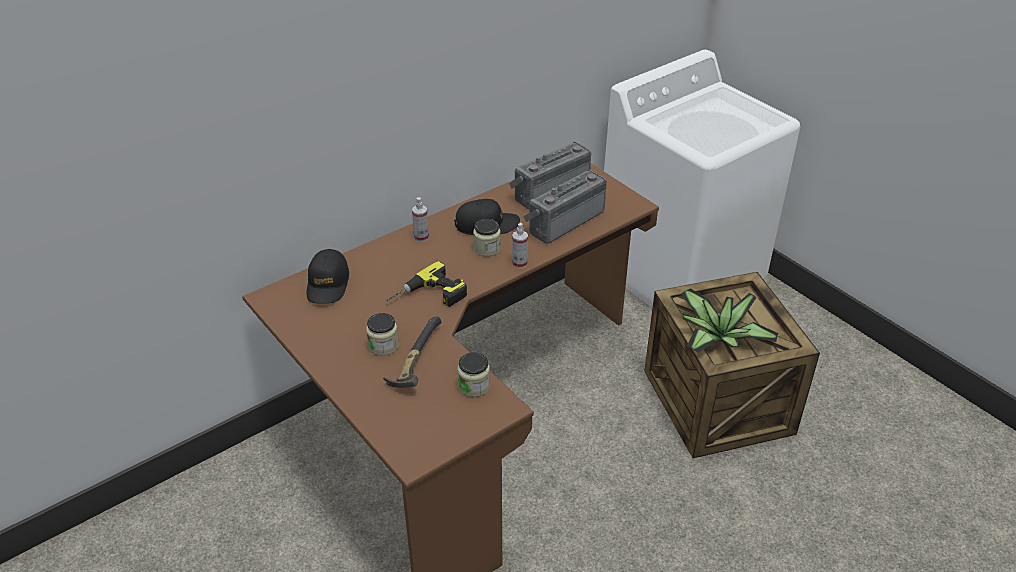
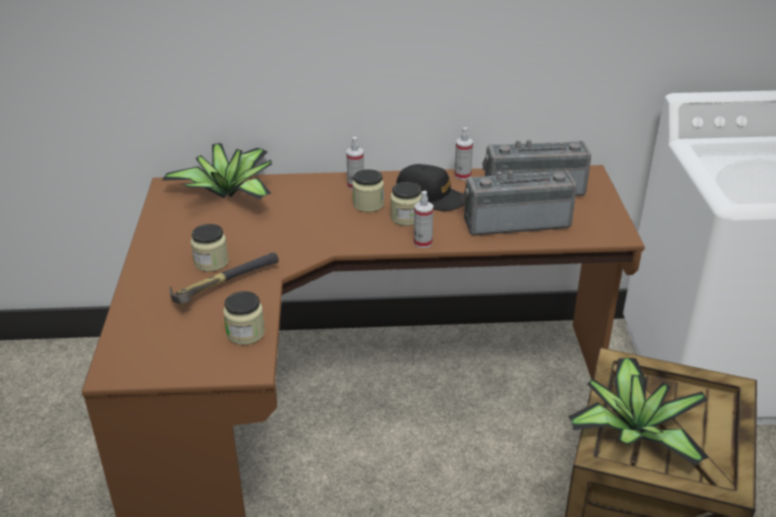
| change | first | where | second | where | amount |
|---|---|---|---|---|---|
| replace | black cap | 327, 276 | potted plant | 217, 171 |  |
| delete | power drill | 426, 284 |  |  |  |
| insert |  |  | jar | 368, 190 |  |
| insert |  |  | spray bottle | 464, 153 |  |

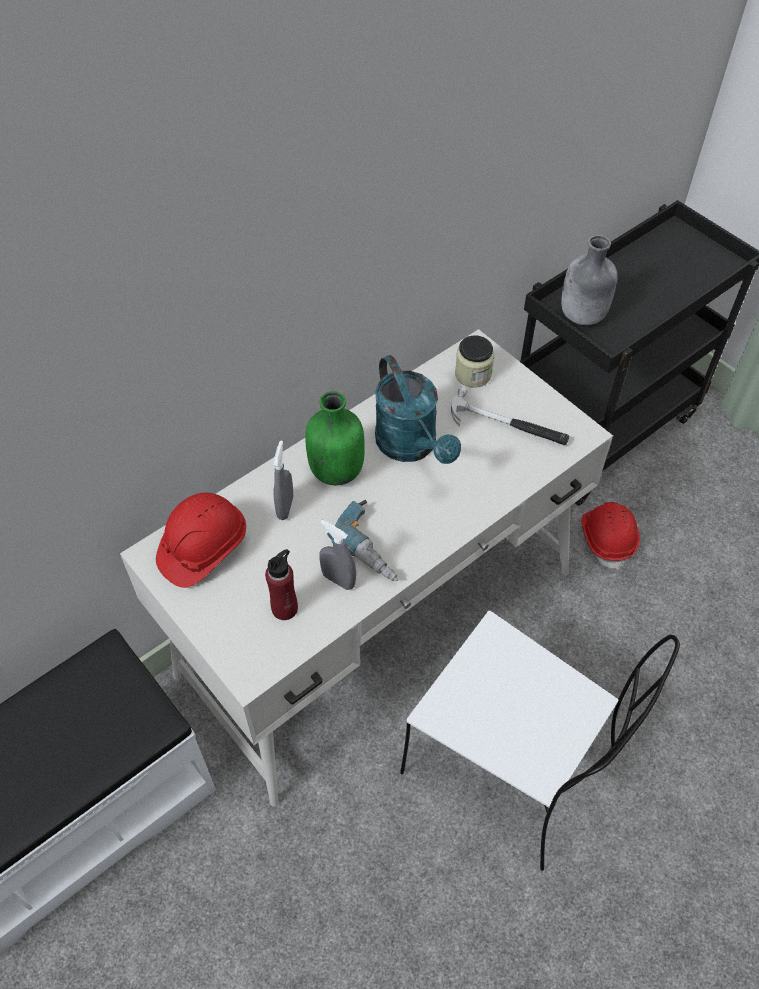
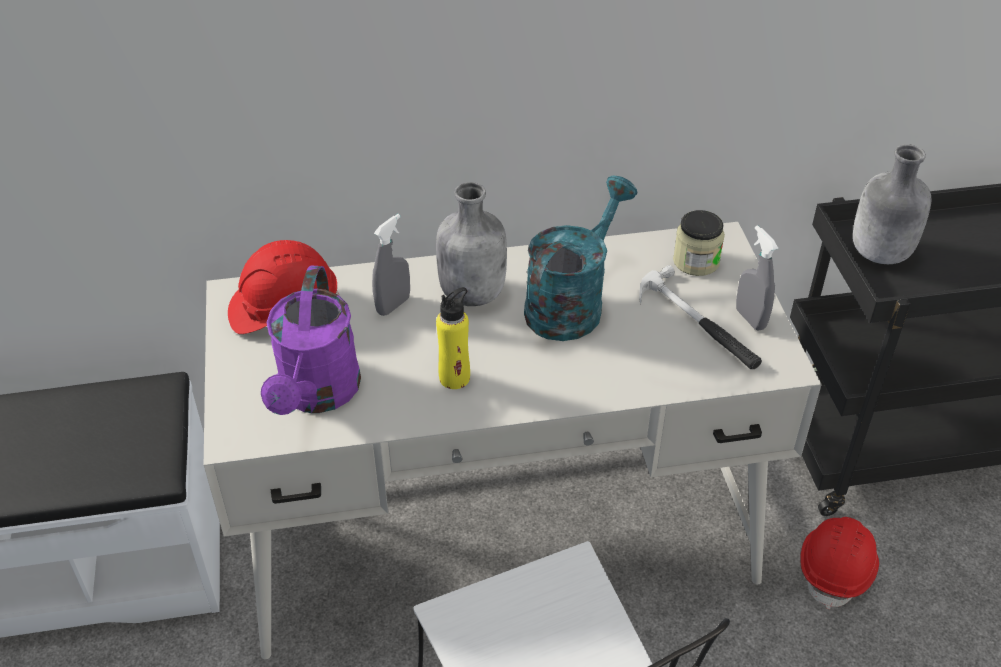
| change | first | where | second | where | amount |
|---|---|---|---|---|---|
| replace | red bottle | 281, 584 | purple watering can | 311, 340 |  |
| recolor | green bottle | 335, 438 | grey bottle | 471, 244 |  |
| move | grey spray bottle | 337, 555 |  | 757, 278 |  |
| replace | power drill | 362, 540 | yellow bottle | 453, 338 |  |
| rotate | turquoise watering can | 418, 409 |  | 580, 258 | 150 degrees counterclockwise |

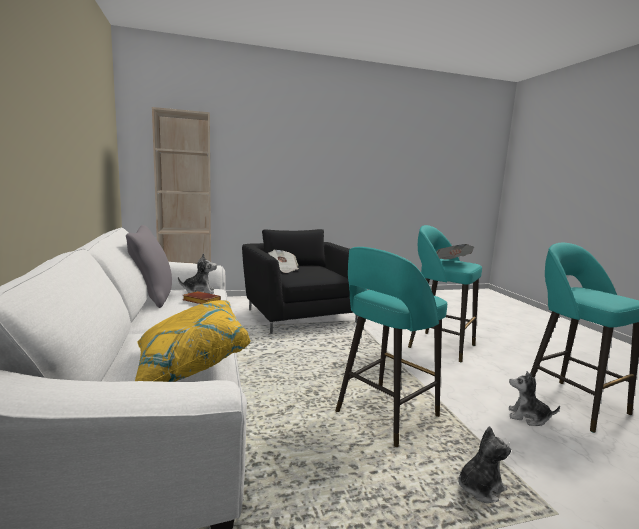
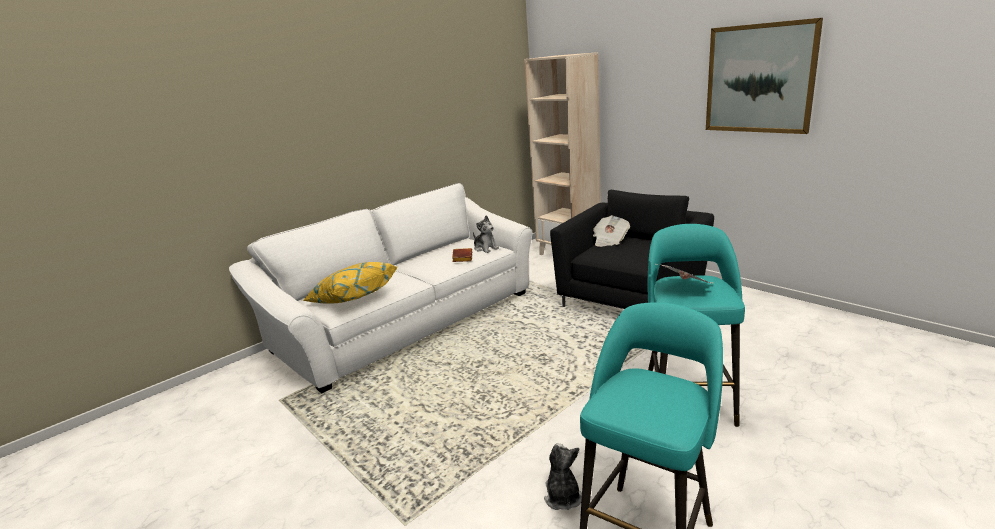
| change | first | where | second | where | amount |
|---|---|---|---|---|---|
| delete | grey pillow | 149, 266 |  |  |  |
| delete | turquoise stool | 391, 347 |  |  |  |
| delete | plush toy | 484, 464 |  |  |  |
| insert |  |  | picture | 764, 76 |  |

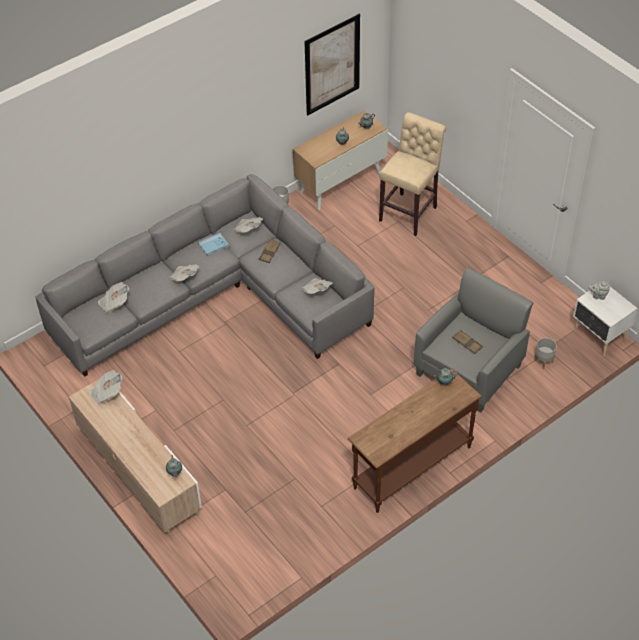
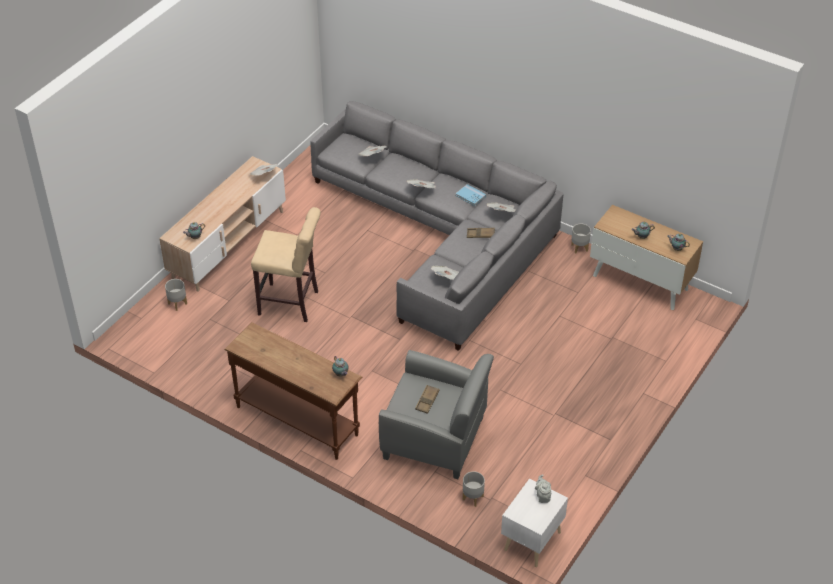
| change | first | where | second | where | amount |
|---|---|---|---|---|---|
| delete | picture | 332, 65 |  |  |  |
| move | beige stool | 412, 174 |  | 286, 264 |  |
| insert |  |  | grey planter | 176, 295 |  |

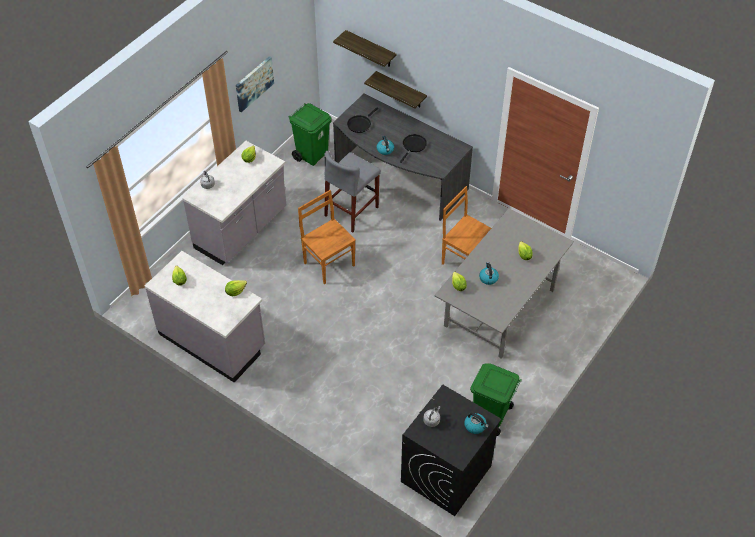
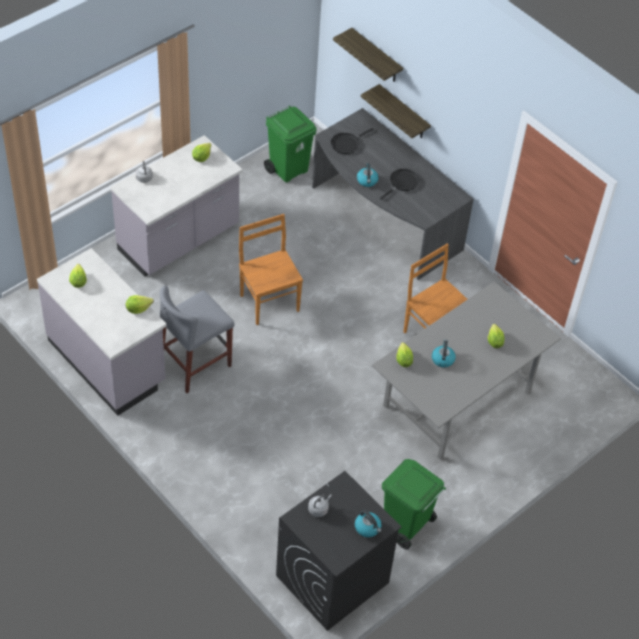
| change | first | where | second | where | amount |
|---|---|---|---|---|---|
| delete | picture | 255, 84 |  |  |  |
| move | grey stool | 352, 191 |  | 197, 339 |  |

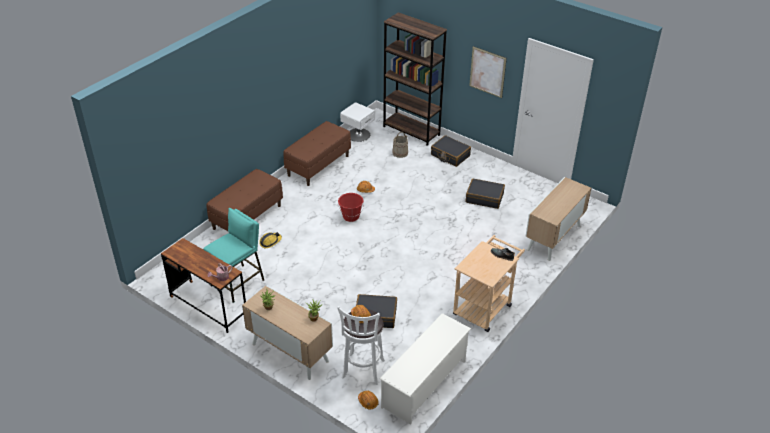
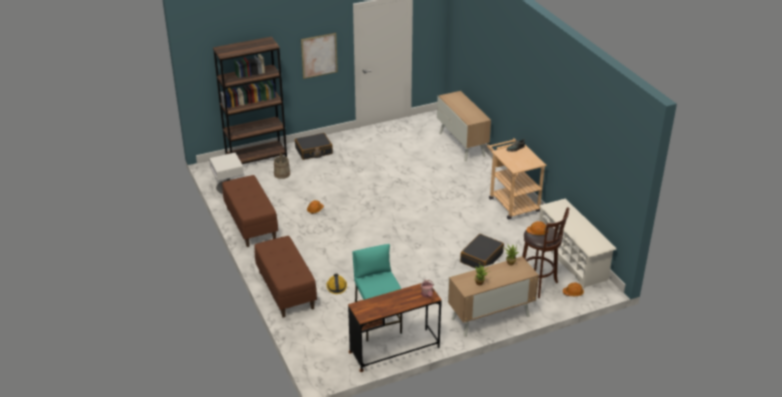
| change | first | where | second | where | amount |
|---|---|---|---|---|---|
| recolor | white stool | 361, 345 | brown stool | 545, 252 |  |
| delete | red bucket | 351, 207 |  |  |  |
| delete | black suitcase | 485, 194 |  |  |  |

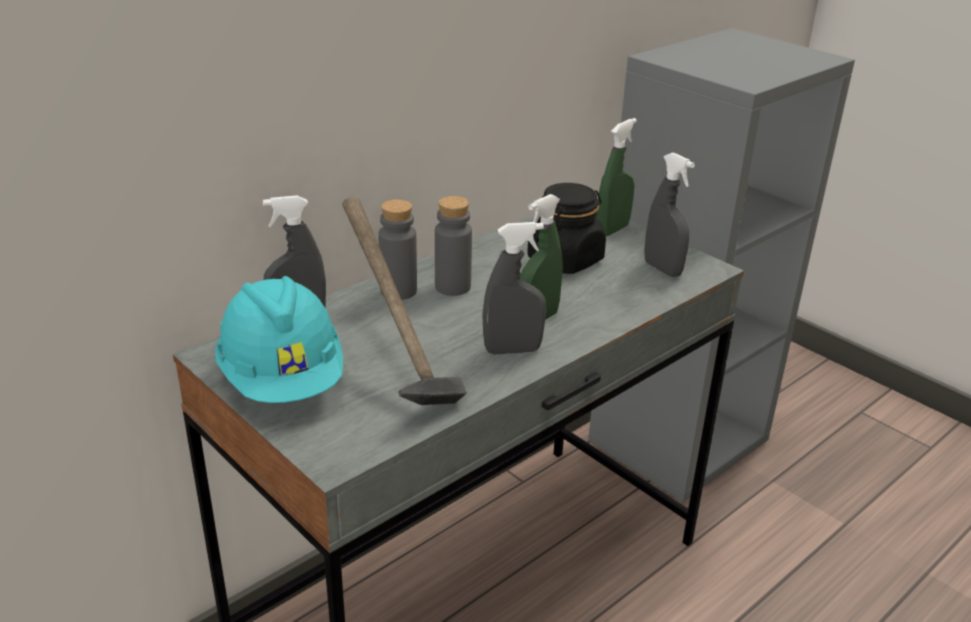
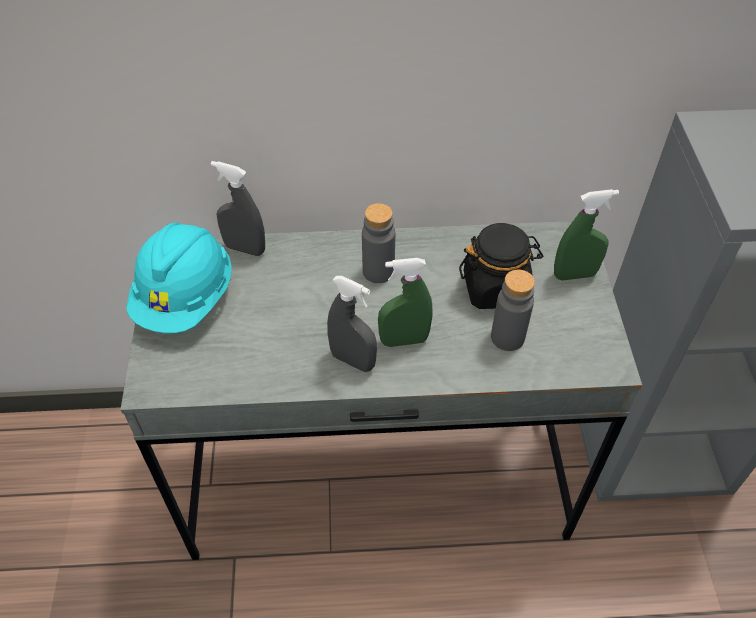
| change | first | where | second | where | amount |
|---|---|---|---|---|---|
| delete | hammer | 404, 301 |  |  |  |
| move | grey bottle | 397, 249 |  | 513, 310 |  |
| delete | grey spray bottle | 669, 214 |  |  |  |

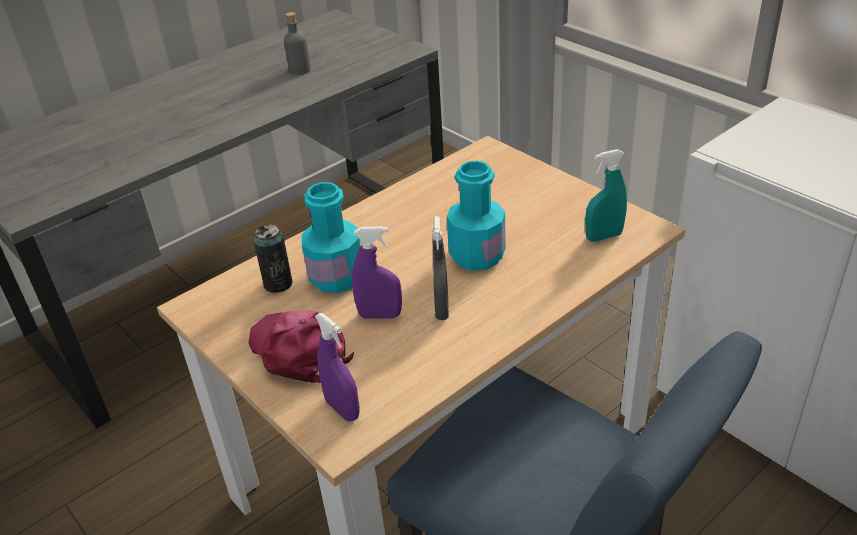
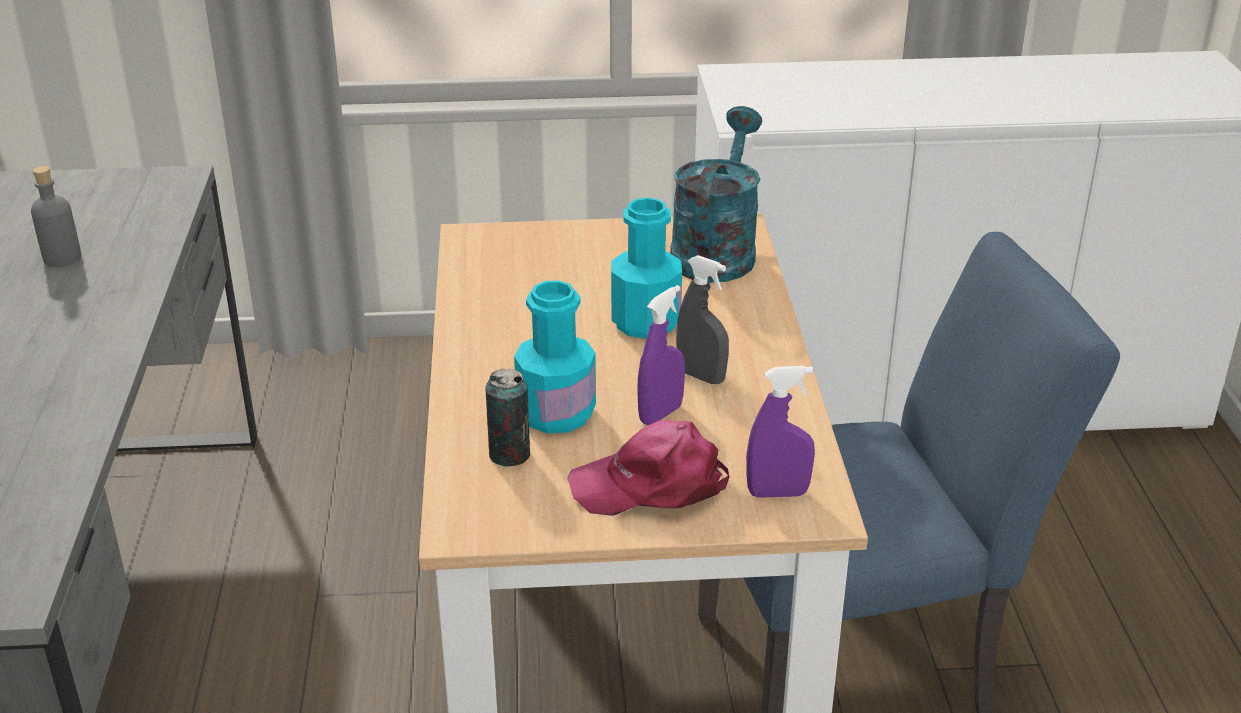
| change | first | where | second | where | amount |
|---|---|---|---|---|---|
| replace | turquoise spray bottle | 606, 195 | turquoise watering can | 716, 194 |  |

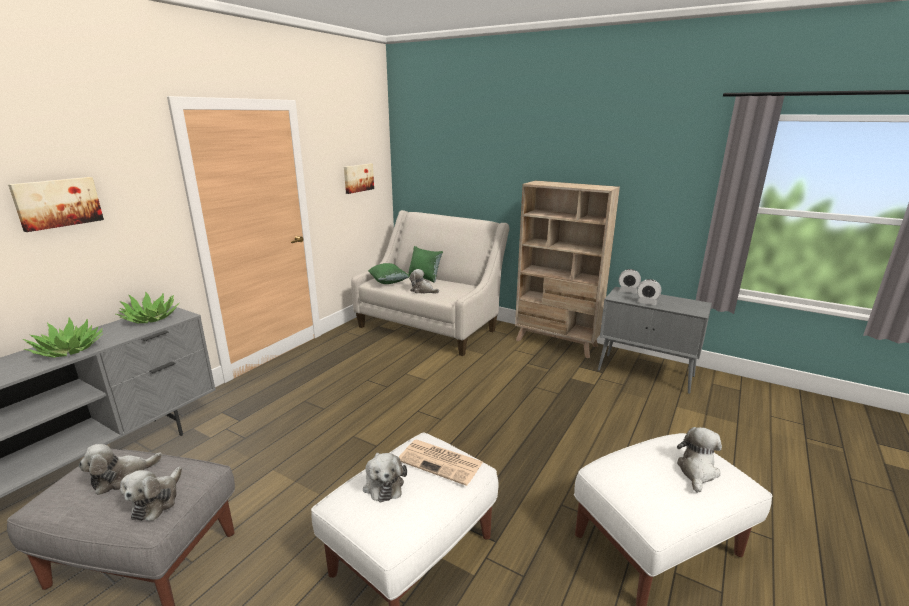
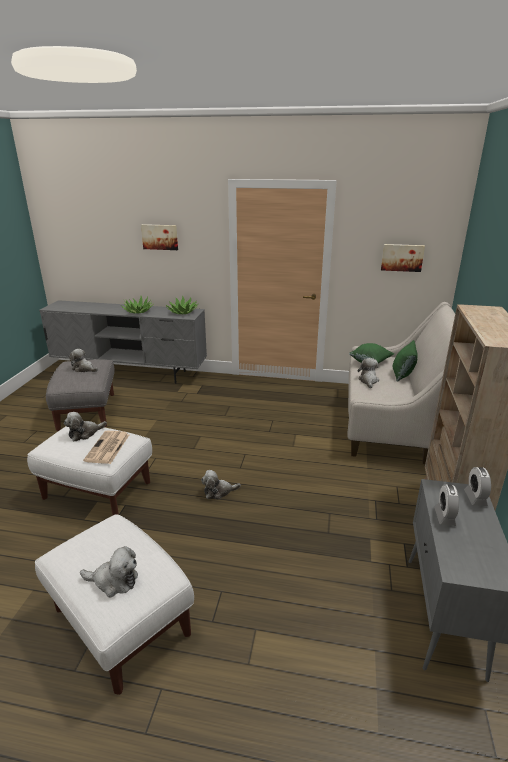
| change | first | where | second | where | amount |
|---|---|---|---|---|---|
| move | plush toy | 151, 494 |  | 221, 485 |  |

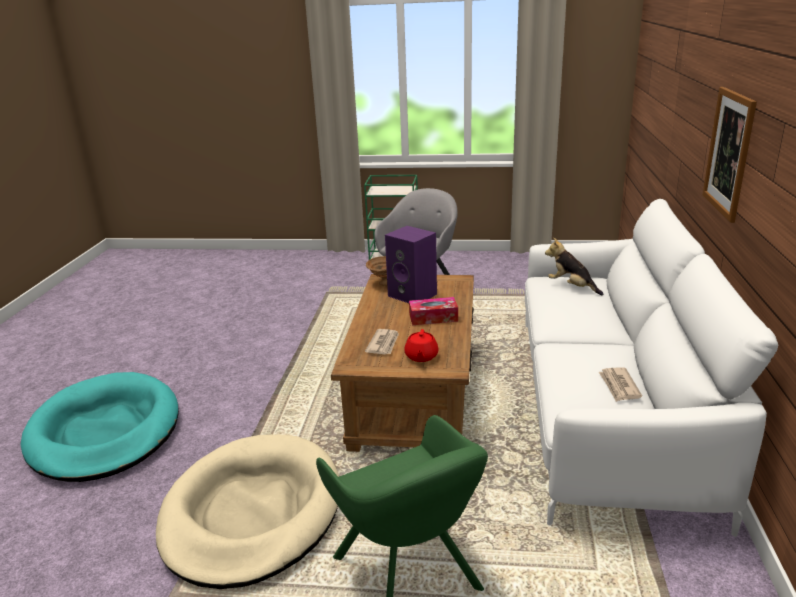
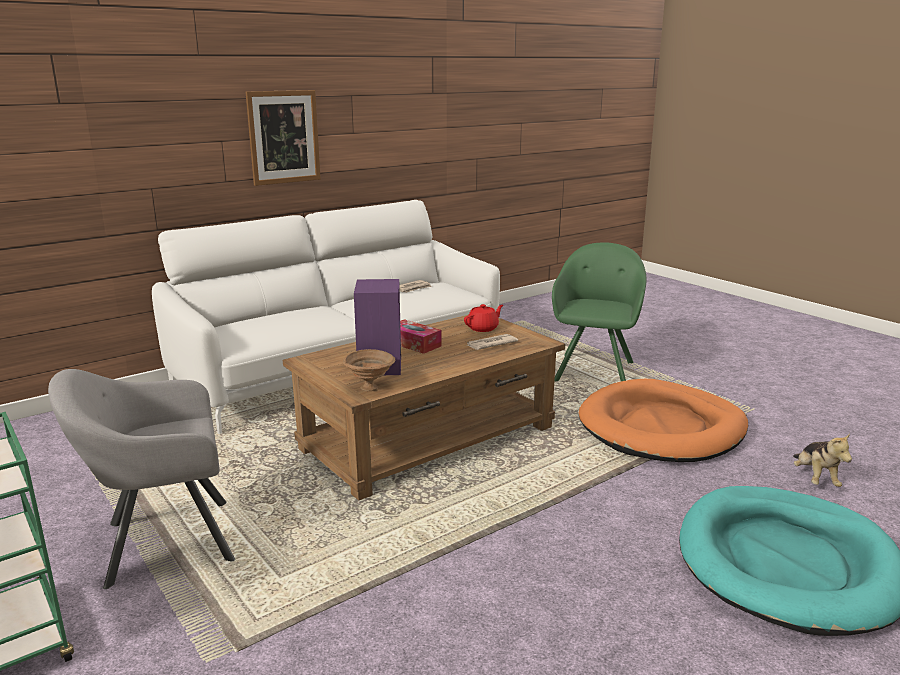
| change | first | where | second | where | amount |
|---|---|---|---|---|---|
| recolor | beige dog bed | 247, 511 | orange dog bed | 663, 420 |  |
| move | plush toy | 574, 266 |  | 822, 460 |  |

